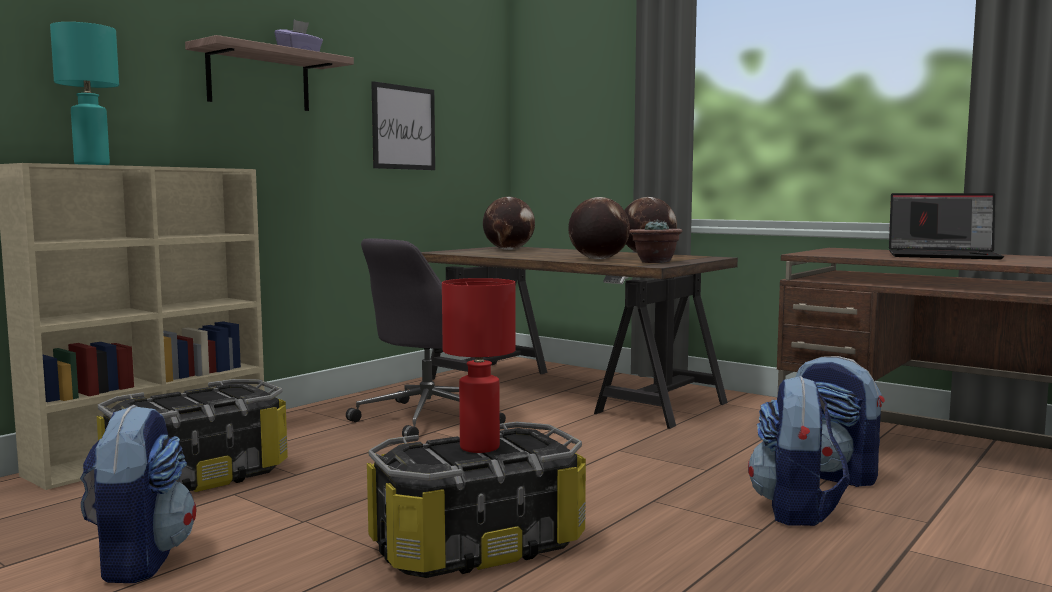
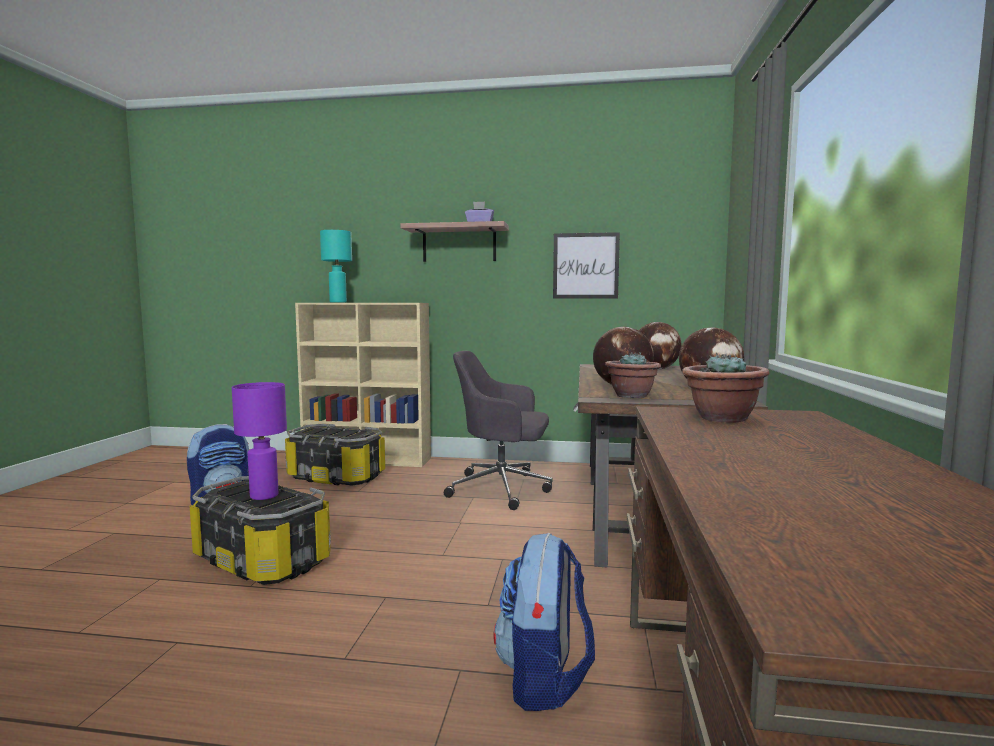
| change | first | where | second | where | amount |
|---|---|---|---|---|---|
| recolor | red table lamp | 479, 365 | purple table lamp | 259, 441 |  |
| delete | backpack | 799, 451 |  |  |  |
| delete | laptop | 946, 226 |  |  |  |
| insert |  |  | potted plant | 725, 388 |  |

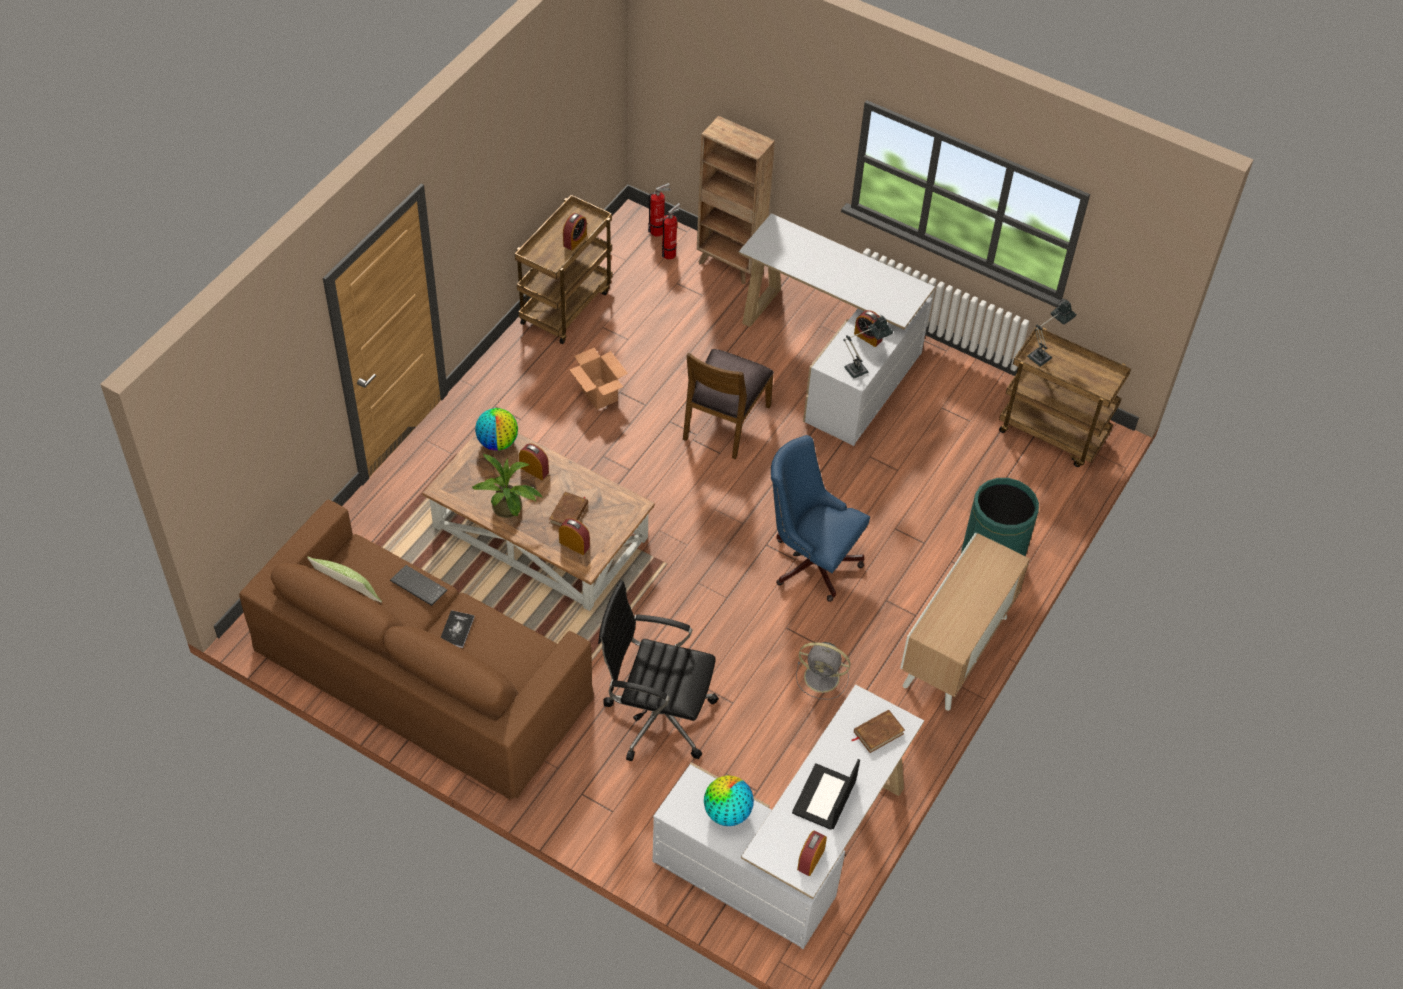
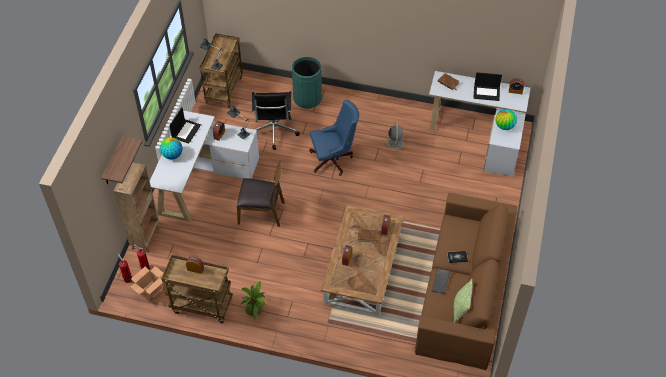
| change | first | where | second | where | amount |
|---|---|---|---|---|---|
| move | potted plant | 507, 485 |  | 252, 300 |  |
| move | globe | 496, 429 |  | 171, 148 |  |
| move | cardboard box | 598, 379 |  | 147, 283 |  |
| move | black office chair | 658, 671 |  | 276, 120 |  |
| rotate | blue office chair | 820, 518 |  | 334, 138 | 120 degrees counterclockwise |
| delete | cabinet | 965, 621 |  |  |  |
| insert |  |  | shelf | 122, 160 |  |
| insert |  |  | laptop | 185, 125 |  |

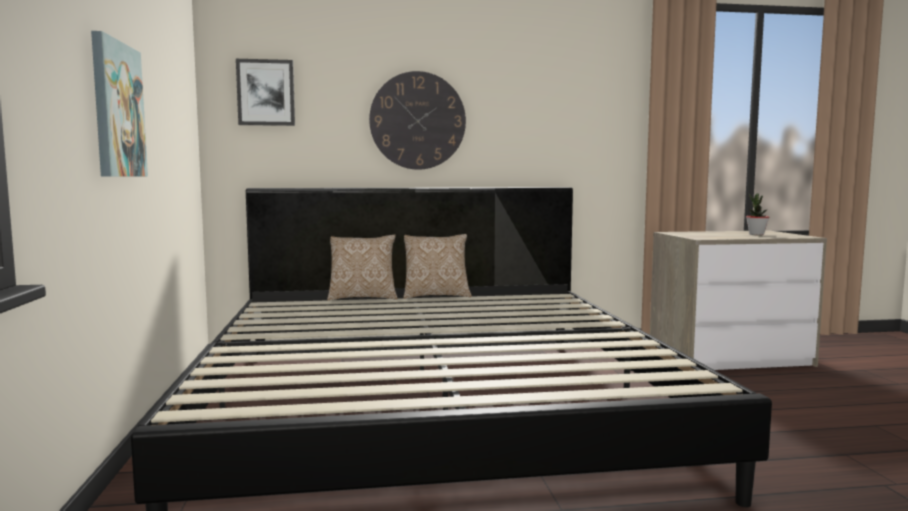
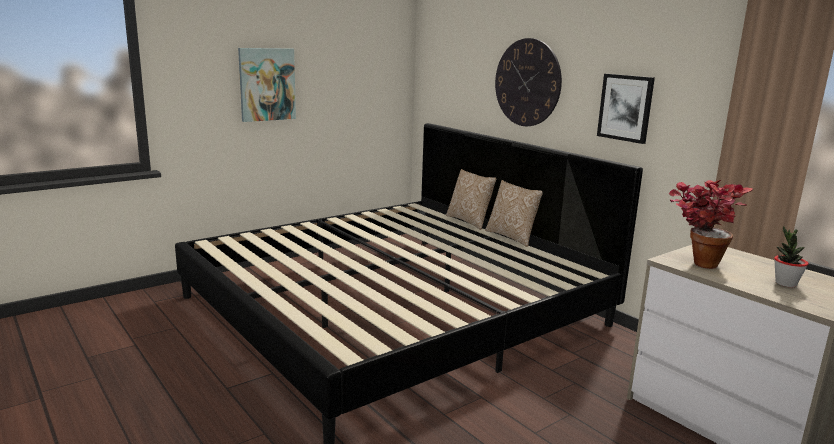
| change | first | where | second | where | amount |
|---|---|---|---|---|---|
| move | picture | 265, 92 |  | 626, 109 |  |
| insert |  |  | potted plant | 711, 224 |  |

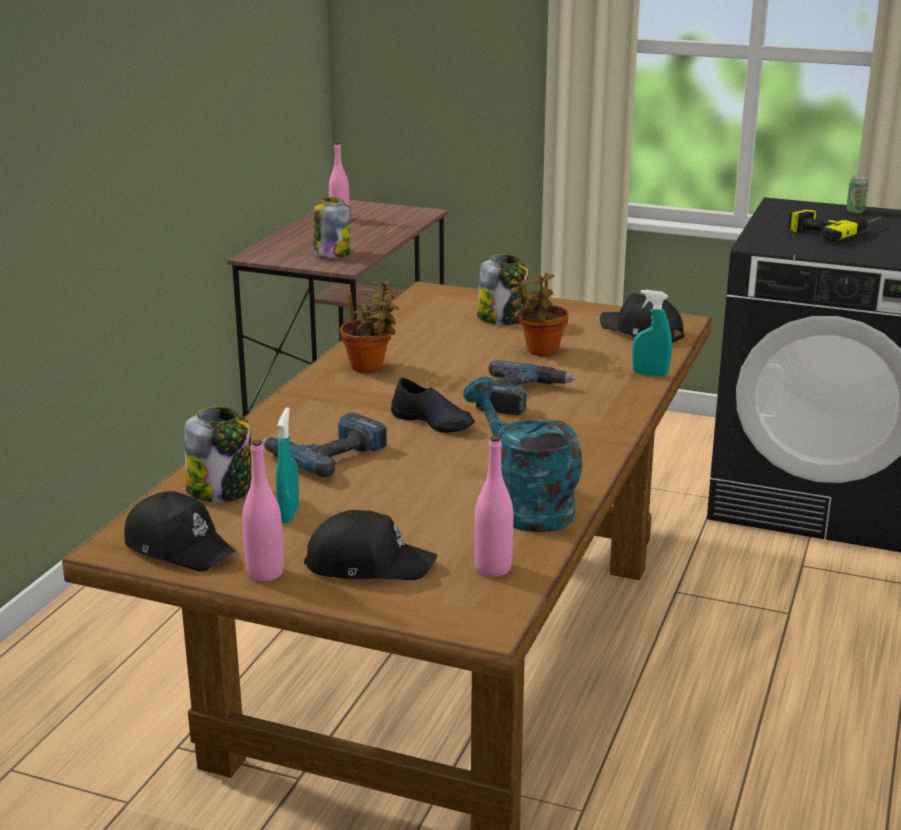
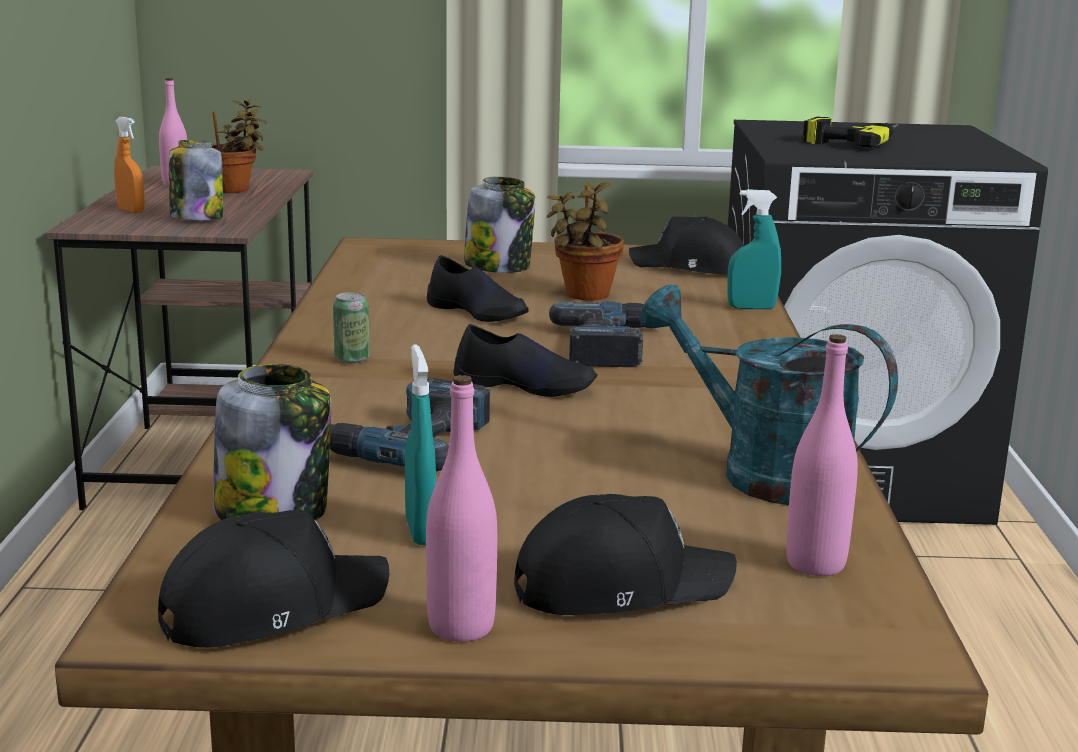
| change | first | where | second | where | amount |
|---|---|---|---|---|---|
| rotate | black cap | 180, 531 |  | 274, 579 | 45 degrees counterclockwise |
| move | potted plant | 369, 327 |  | 239, 146 |  |
| move | can | 857, 194 |  | 351, 328 |  |
| insert |  |  | orange spray bottle | 129, 165 |  |
| insert |  |  | black shoe | 477, 288 |  |

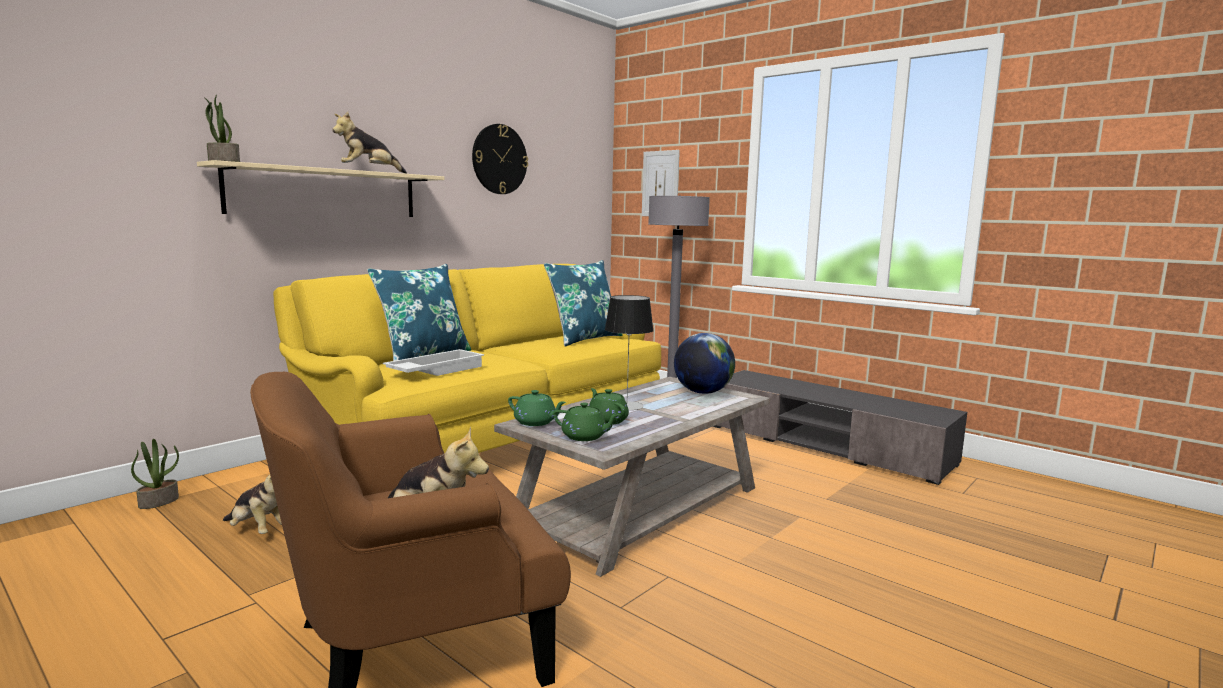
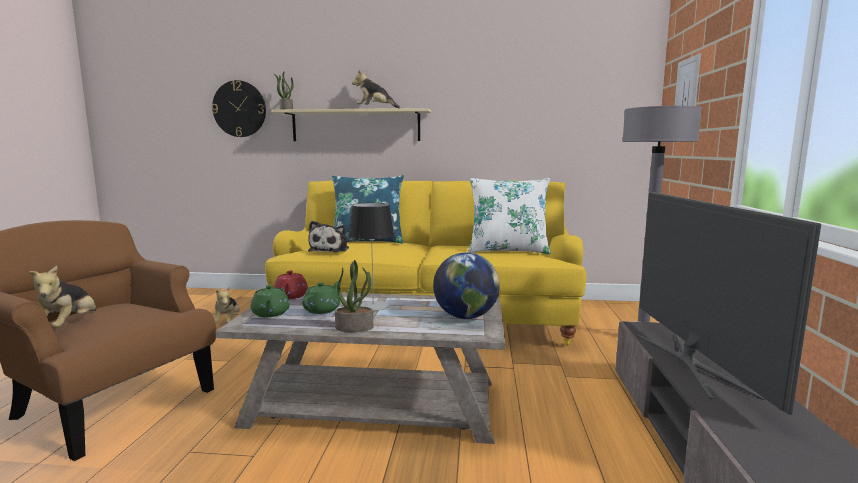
| change | first | where | second | where | amount |
|---|---|---|---|---|---|
| move | potted plant | 155, 474 |  | 354, 296 |  |
| replace | white tray | 433, 362 | plush toy | 328, 236 |  |
| move | wall clock | 500, 159 |  | 239, 108 |  |
| recolor | green teapot | 537, 408 | red teapot | 291, 285 |  |
| recolor | blue pillow | 583, 303 | white pillow | 509, 216 |  |
| insert |  |  | television | 729, 303 |  |

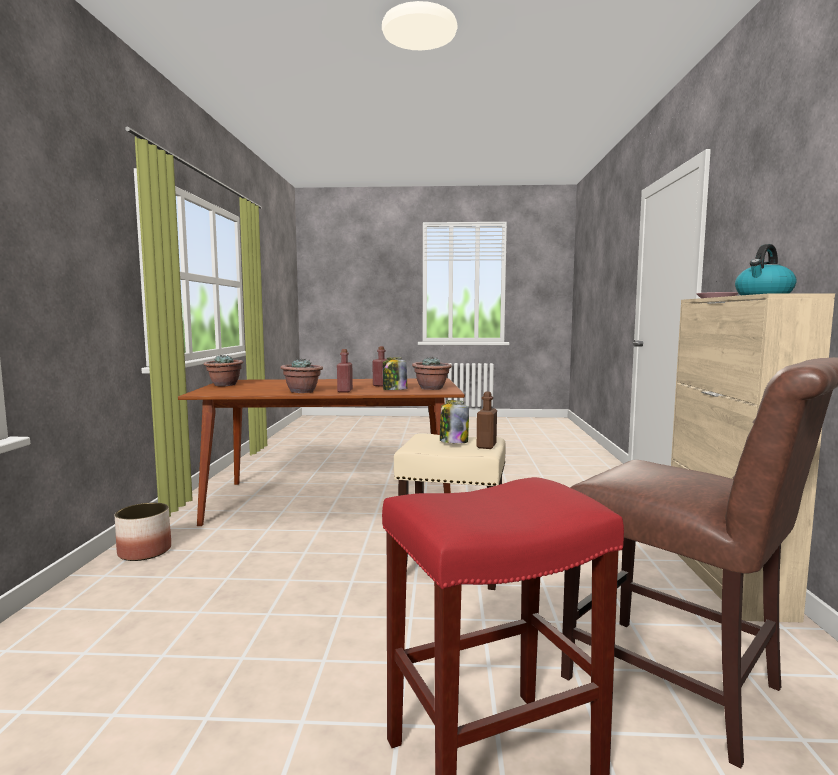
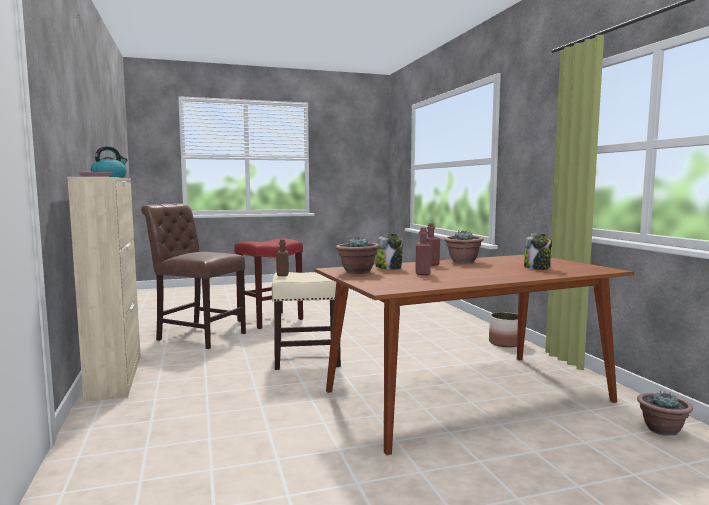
| change | first | where | second | where | amount |
|---|---|---|---|---|---|
| move | potted plant | 224, 370 |  | 665, 413 |  |
| move | jar | 454, 422 |  | 538, 251 |  |

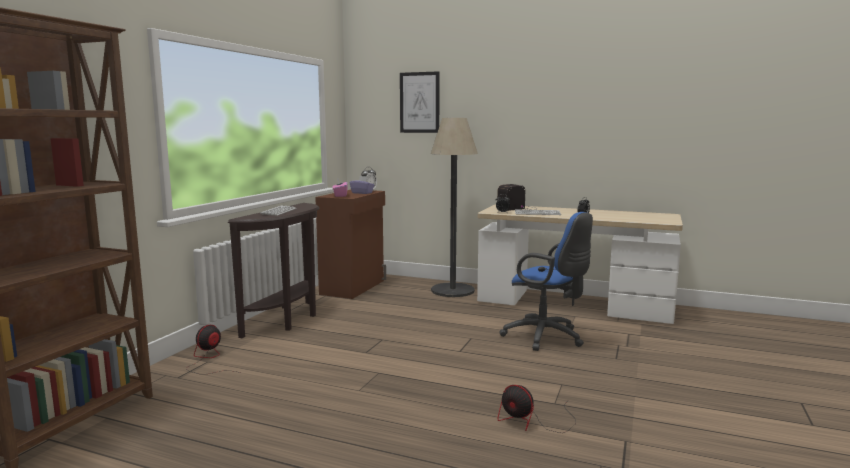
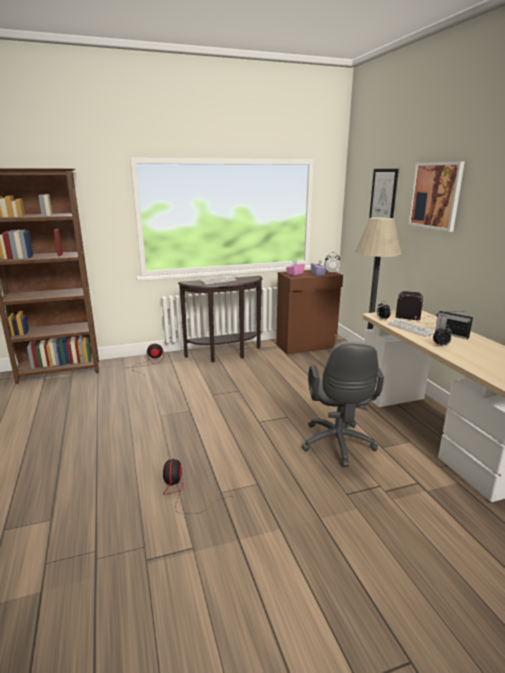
| change | first | where | second | where | amount |
|---|---|---|---|---|---|
| recolor | blue office chair | 546, 281 | grey office chair | 343, 404 |  |
| insert |  |  | picture | 436, 197 |  |
| insert |  |  | radio | 454, 325 |  |

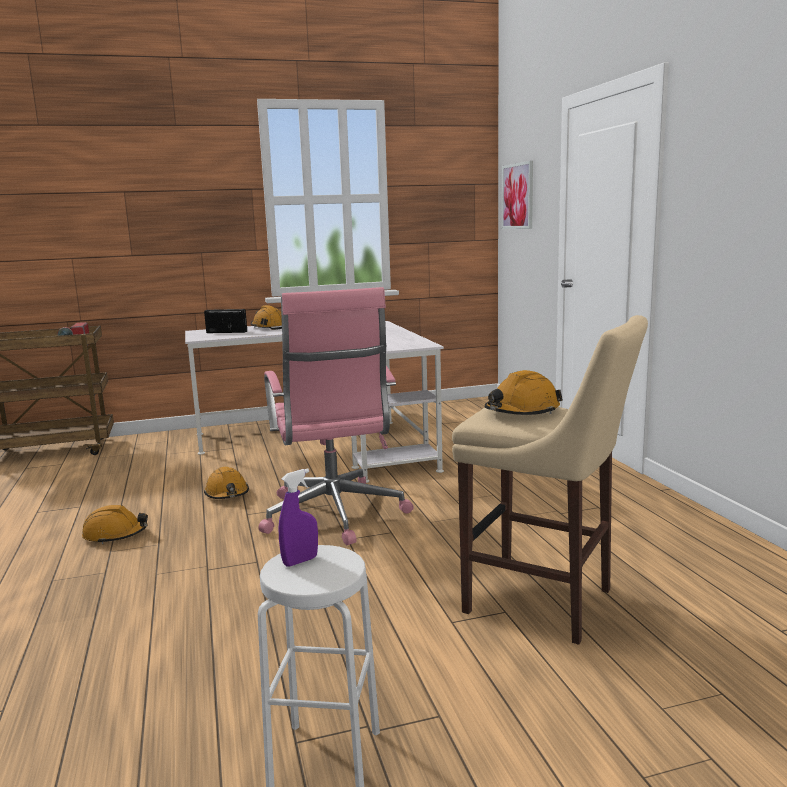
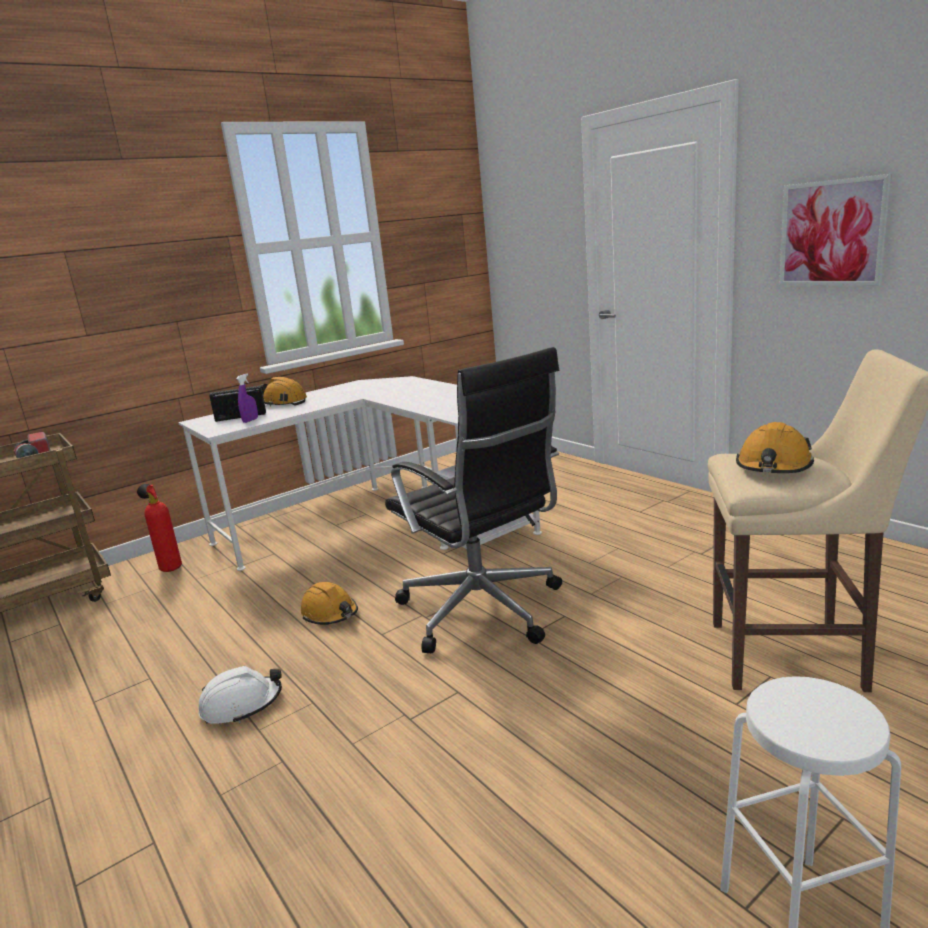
| change | first | where | second | where | amount |
|---|---|---|---|---|---|
| recolor | orange hard hat | 115, 524 | white hard hat | 240, 695 |  |
| recolor | pink office chair | 336, 416 | black office chair | 473, 500 |  |
| move | purple spray bottle | 298, 517 |  | 247, 398 |  |
| move | picture | 517, 195 |  | 835, 230 |  |
| insert |  |  | fire extinguisher | 159, 528 |  |

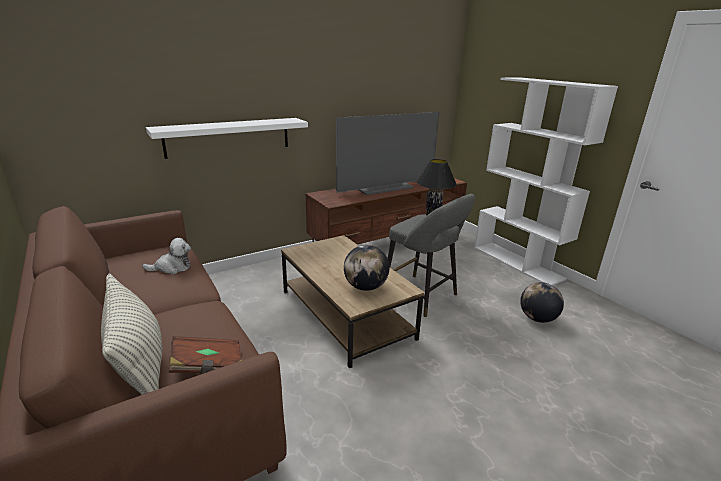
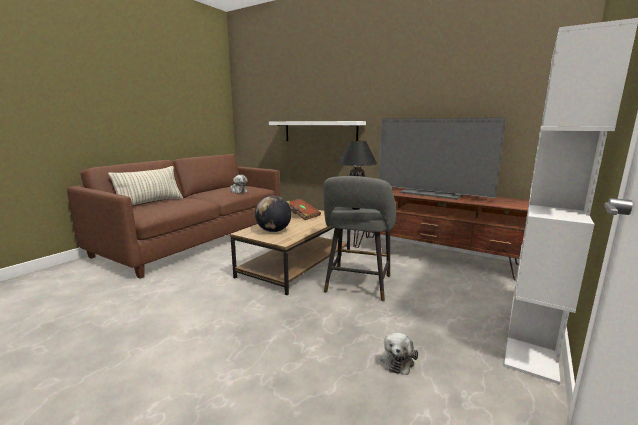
| change | first | where | second | where | amount |
|---|---|---|---|---|---|
| move | brown book | 205, 355 |  | 304, 209 |  |
| replace | globe | 542, 302 | plush toy | 399, 354 |  |

